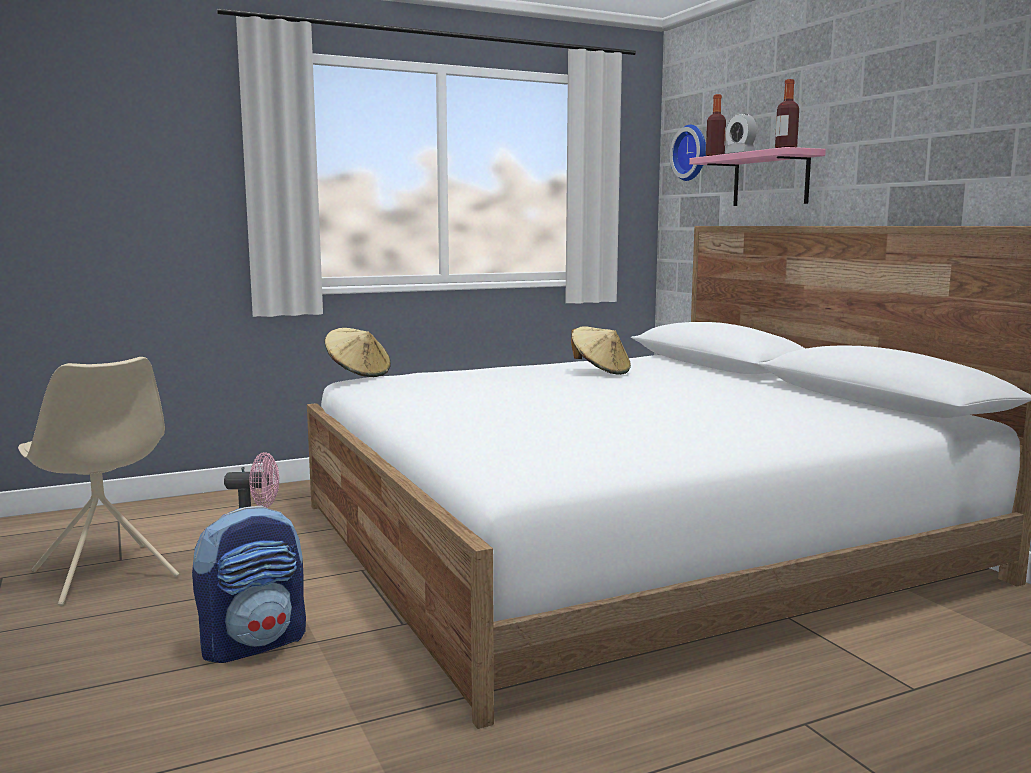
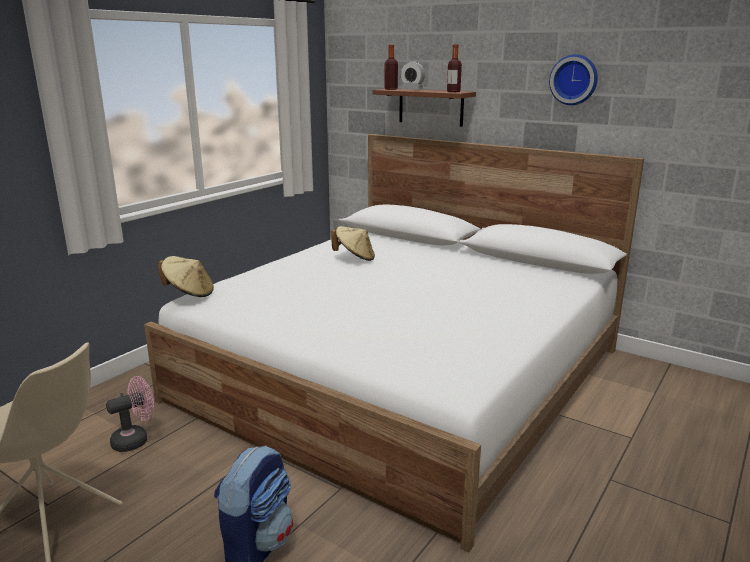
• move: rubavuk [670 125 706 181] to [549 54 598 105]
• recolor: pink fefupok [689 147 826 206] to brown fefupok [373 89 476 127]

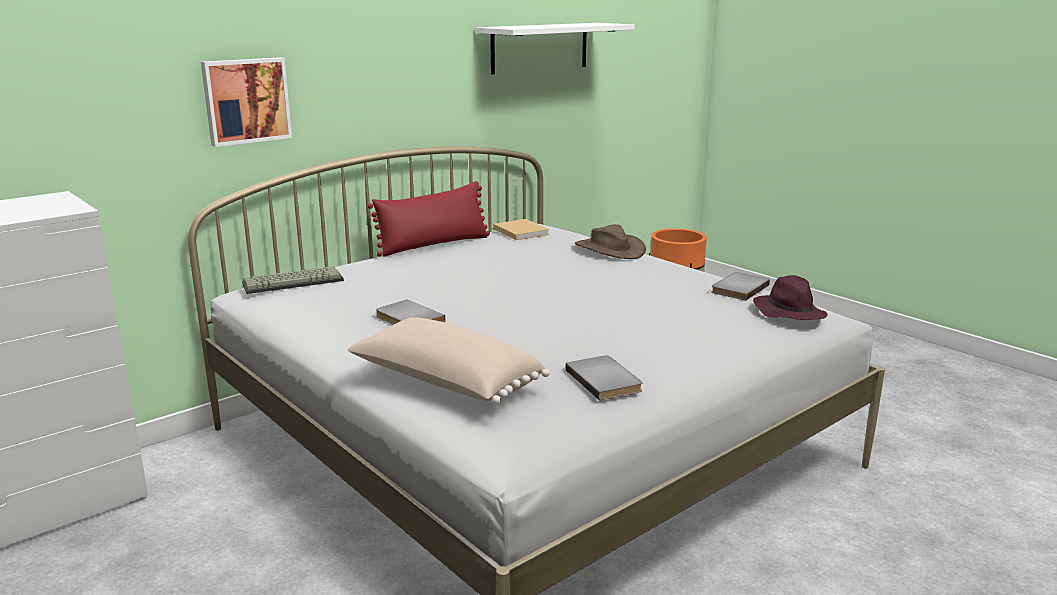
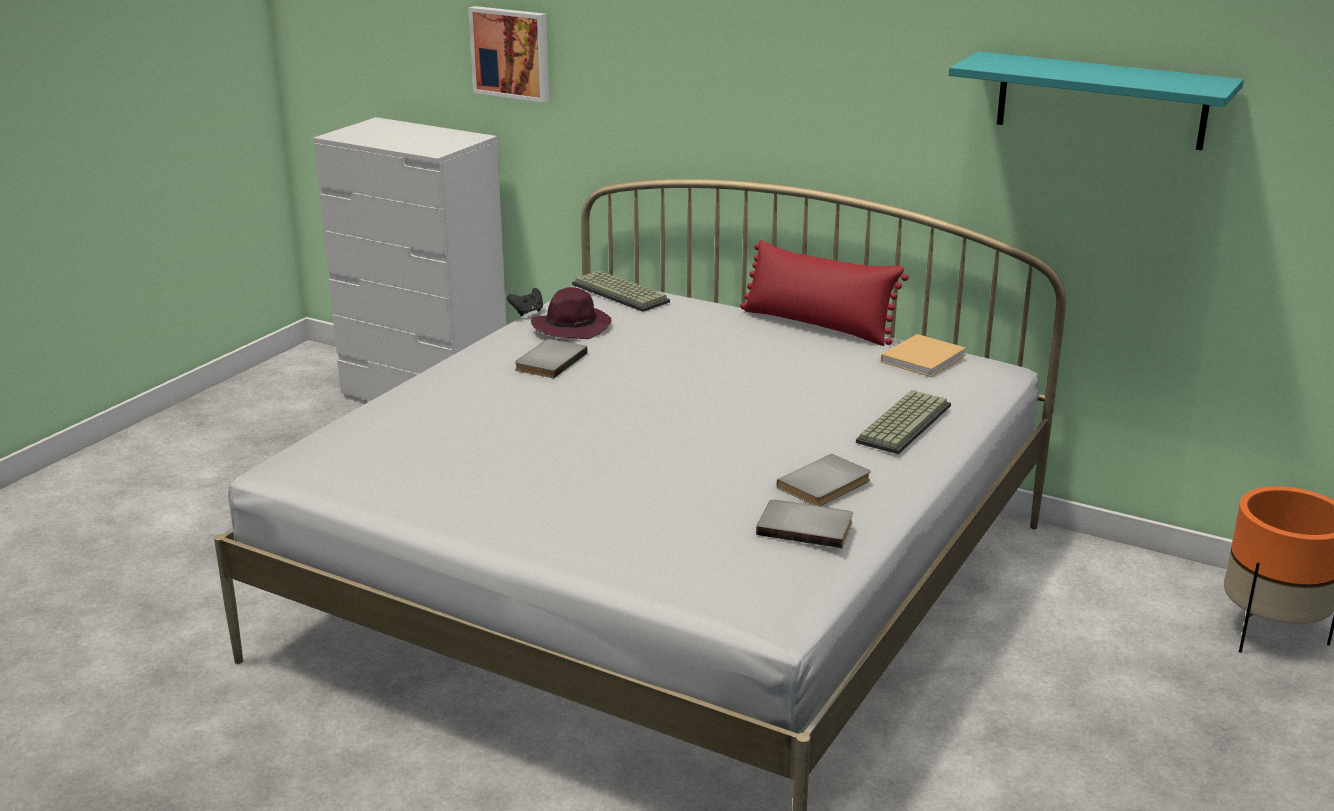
• move: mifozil [201 57 292 147] to [468 6 549 102]
• delete: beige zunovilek [347 317 550 404]
• recolor: white fefupok [477 23 635 75] to turquoise fefupok [949 51 1244 150]
• move: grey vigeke [565 355 642 400] to [777 454 871 506]
• replace: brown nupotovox [575 224 646 259] to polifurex [856 390 951 454]
• move: purple nupotovox [753 275 828 320] to [531 287 612 339]
• insert: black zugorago [507 288 543 316]

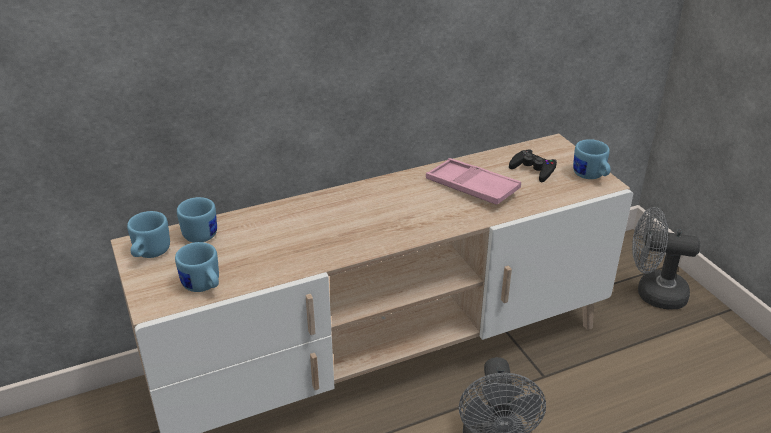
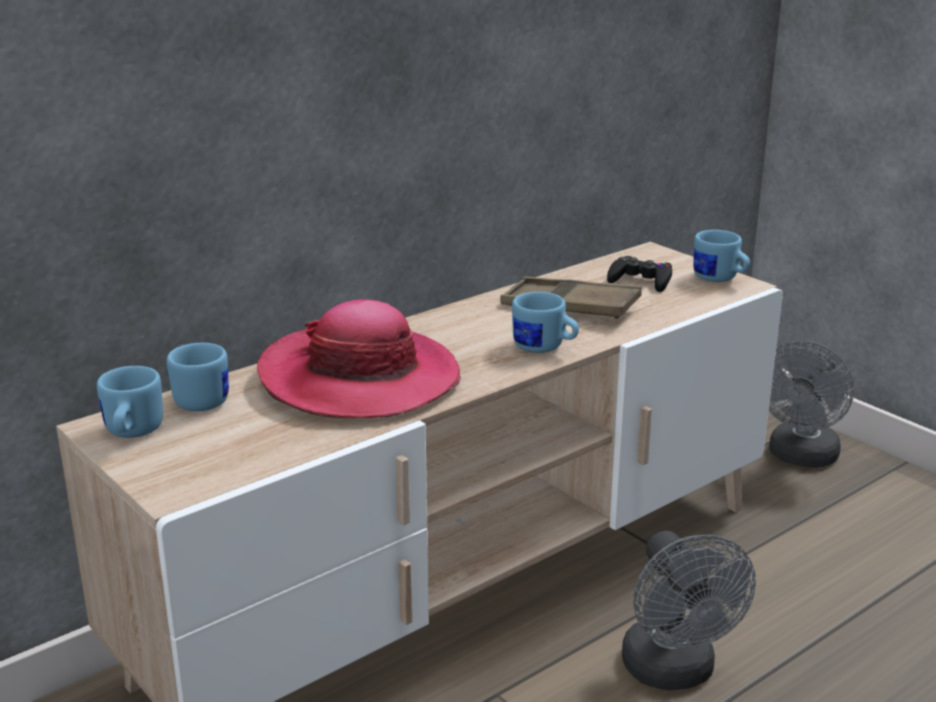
• move: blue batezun [175 242 219 292] to [512 292 579 353]
• recolor: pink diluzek [426 158 521 205] to brown diluzek [501 277 642 319]
• rotate: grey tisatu [632 207 700 309] = [769 341 854 468] 60 degrees counterclockwise
• insert: nupotovox [257 299 461 418]

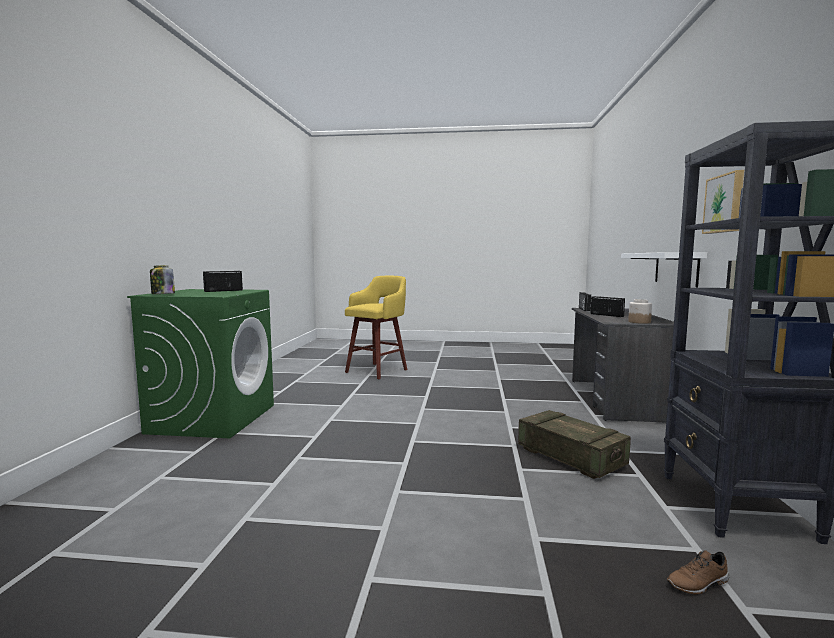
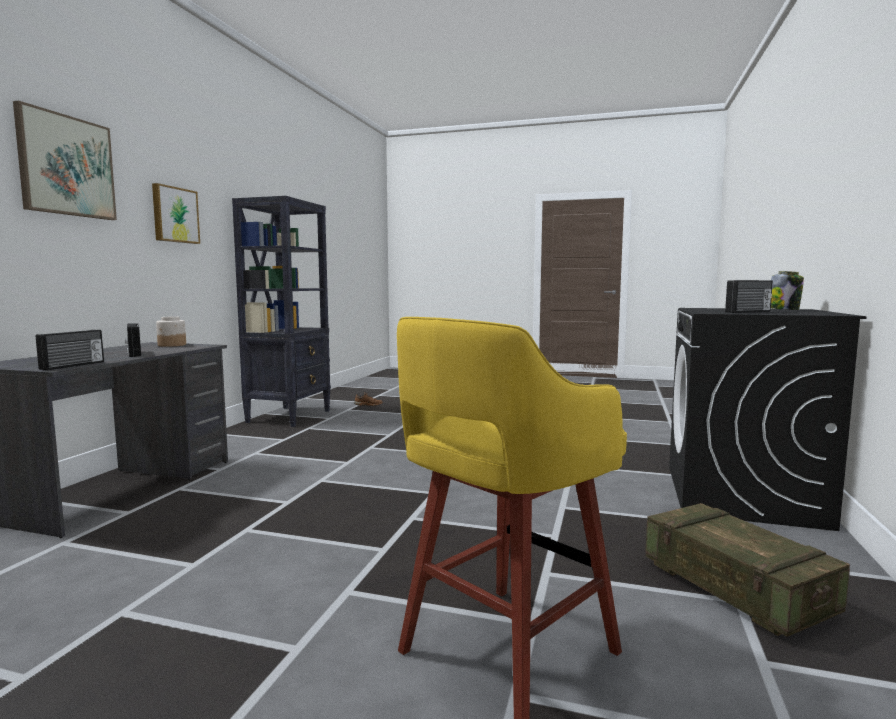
• recolor: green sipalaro [127 289 274 438] to black sipalaro [669 308 867 531]
• move: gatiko [518 410 631 479] to [645 503 850 637]
• delete: white fefupok [621 252 707 287]
• insert: mifozil [13 101 117 220]

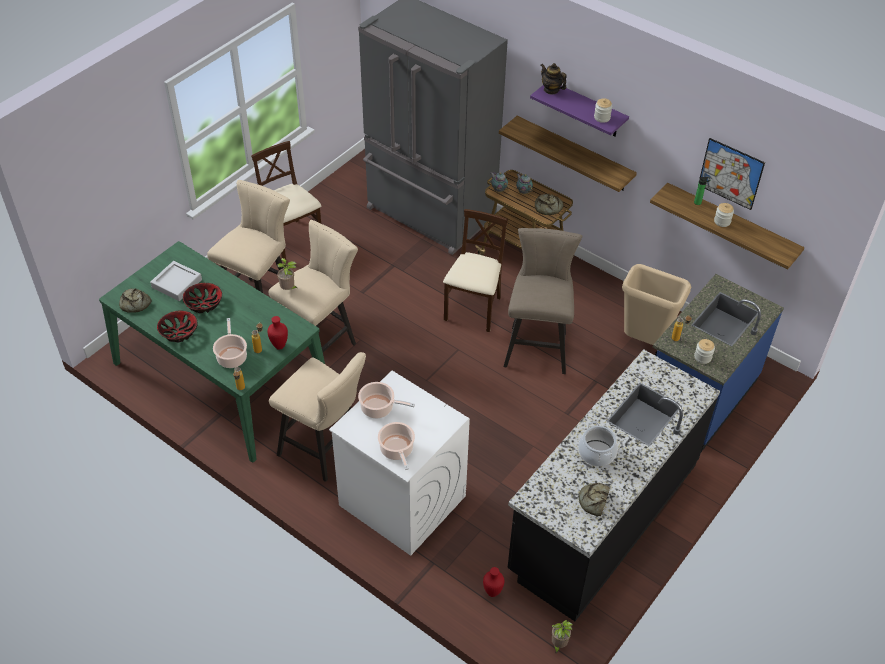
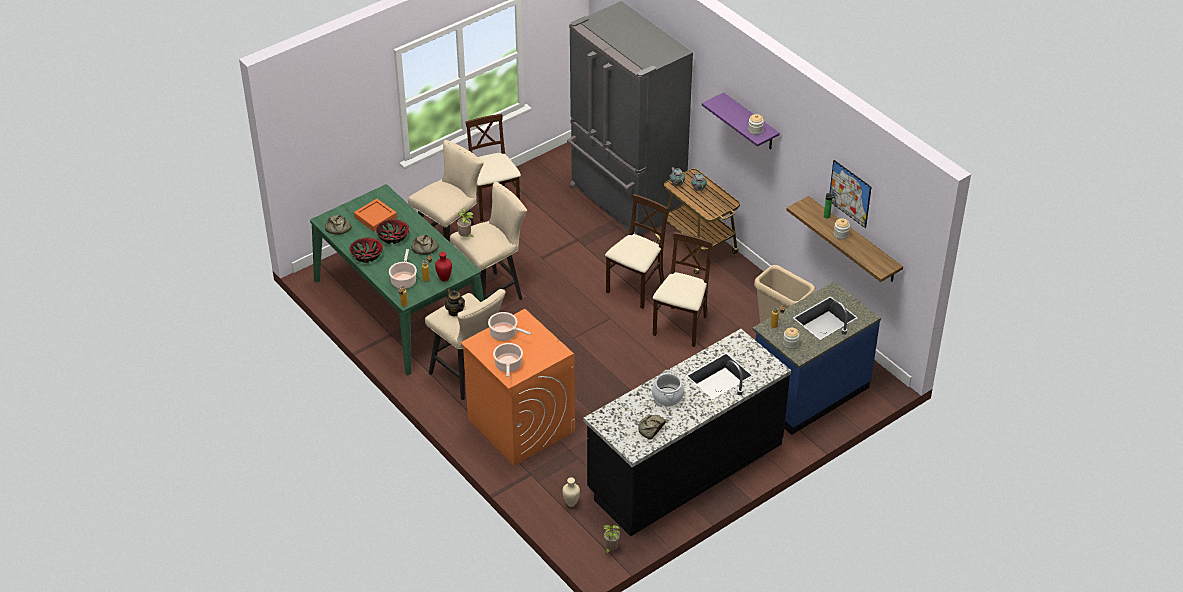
• recolor: grey diluzek [150 261 202 301] to orange diluzek [354 199 397 231]
• recolor: white sipalaro [329 371 470 556] to orange sipalaro [461 309 575 466]
• recolor: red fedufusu [483 567 504 597] to beige fedufusu [562 478 580 507]
• delete: fefupok [499 116 637 192]
• replace: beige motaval [504 228 582 374] to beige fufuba [653 232 713 347]
• move: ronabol [535 194 563 215] to [412 235 439 255]
• move: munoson [541 63 567 95] to [445 288 465 316]

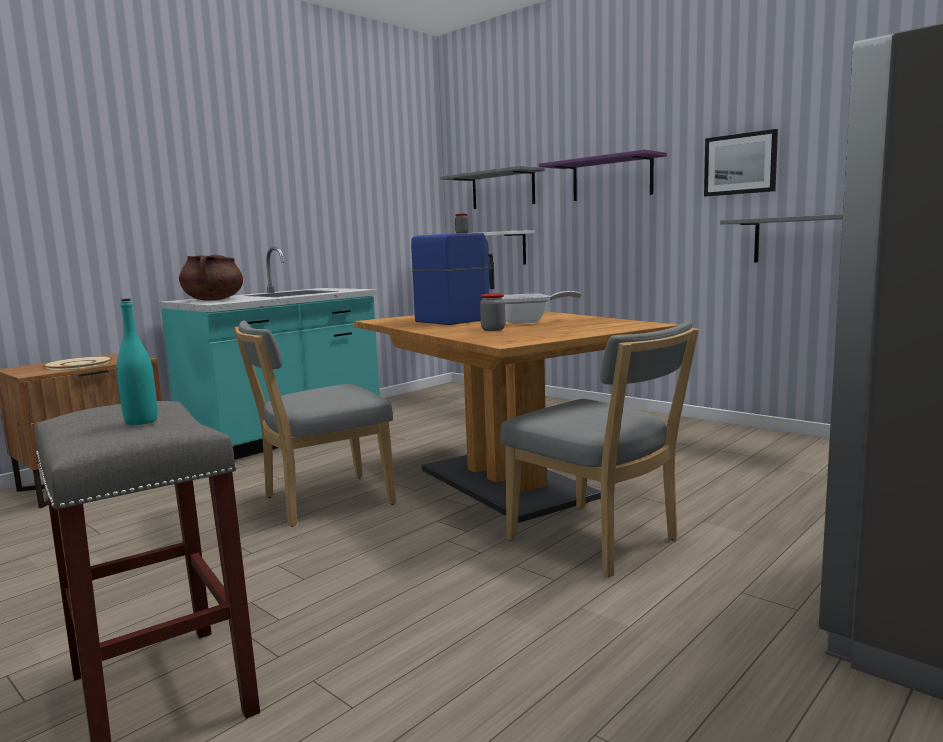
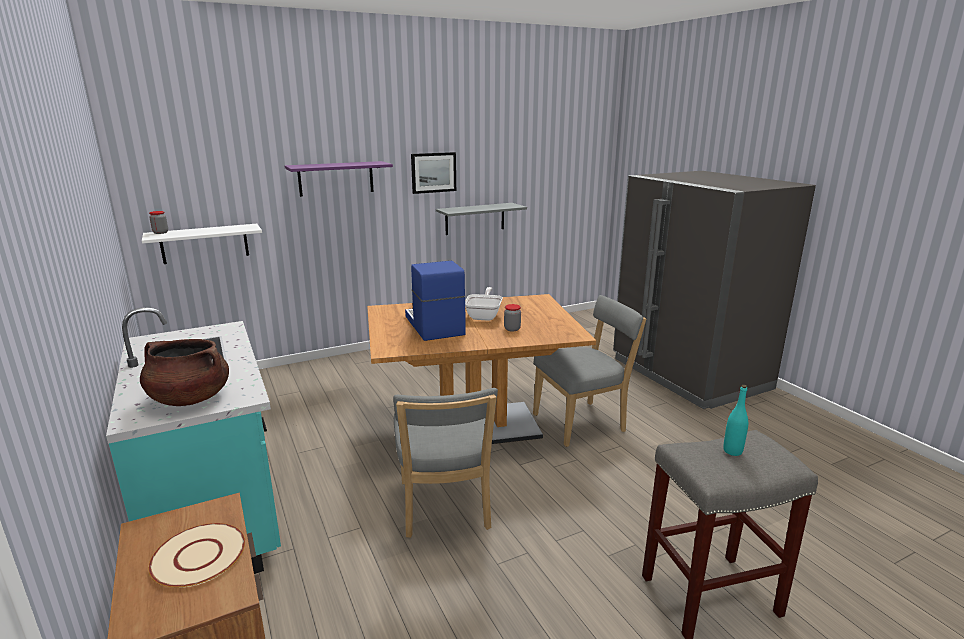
• delete: grey fefupok [440 166 545 209]

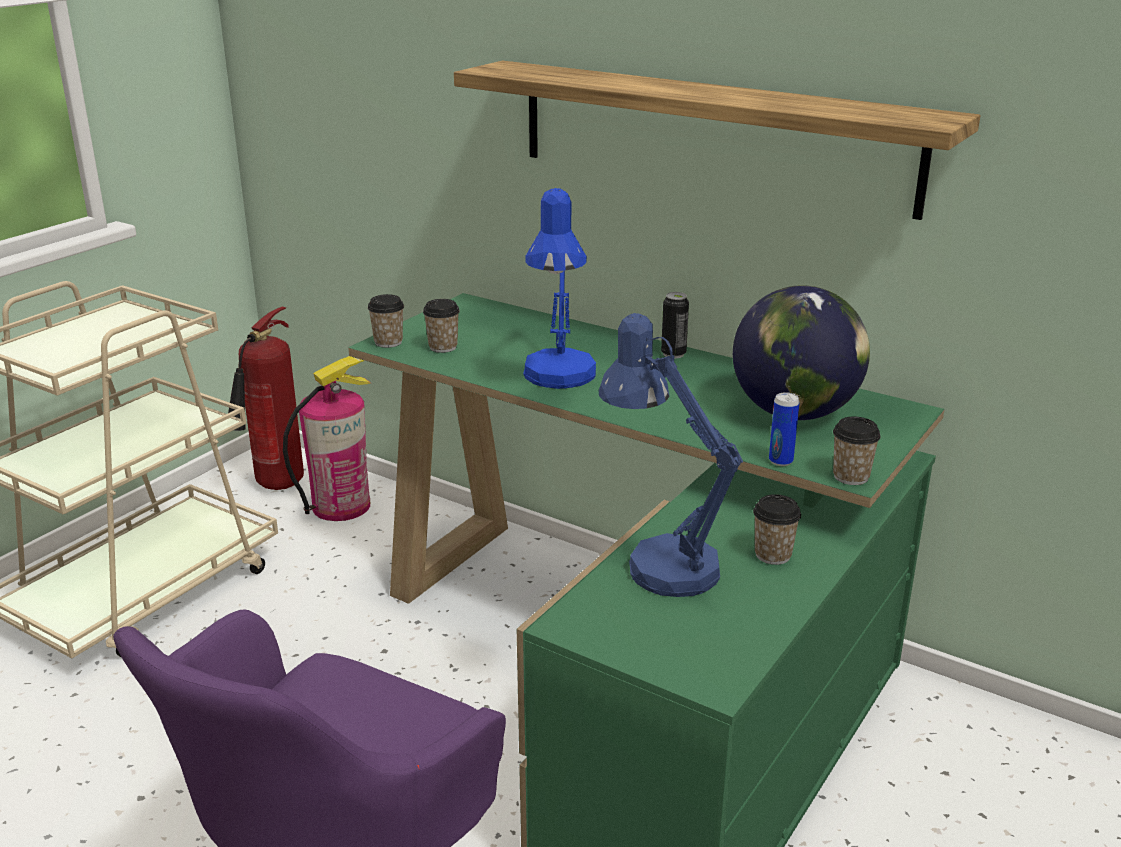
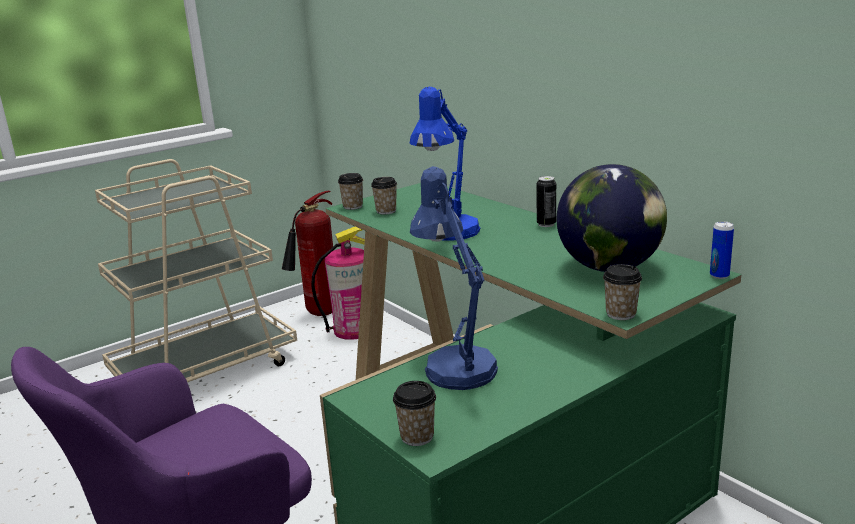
• delete: fefupok [454 61 980 220]
• move: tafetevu [753 494 801 565] to [393 381 436 446]
• move: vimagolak [769 392 800 466] to [710 221 734 279]

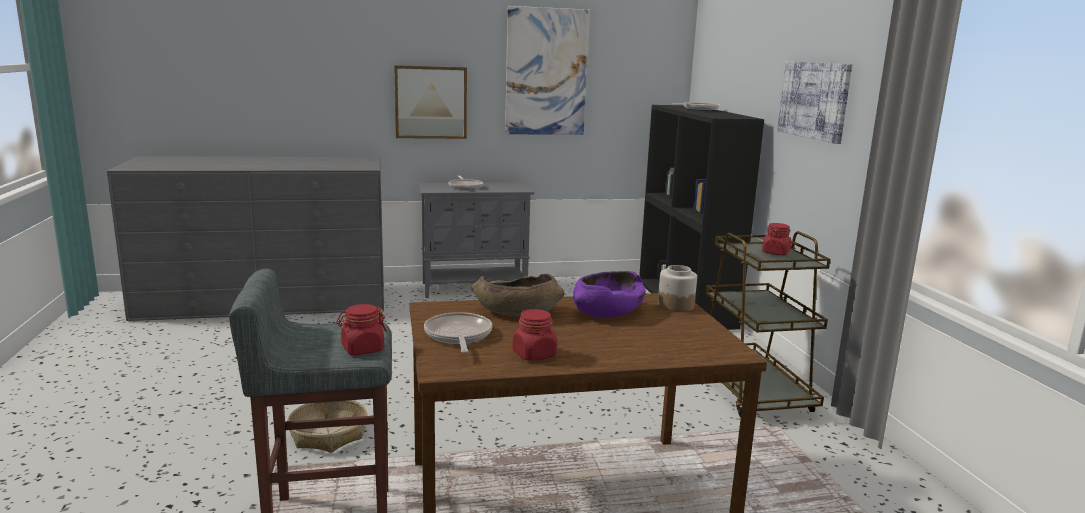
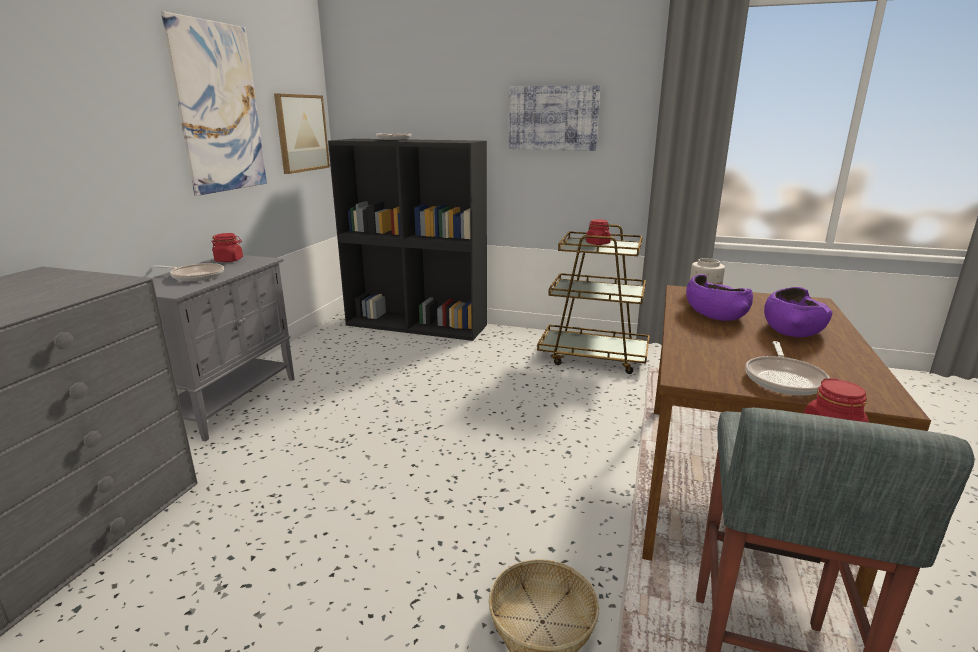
• move: mifozil [394 65 467 139] to [274 93 330 174]
• rotate: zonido [424 312 492 353] = [745 341 830 396] 90 degrees counterclockwise
• delete: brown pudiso [472 273 564 317]
• move: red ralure [513 309 557 361] to [211 233 243 262]
• insert: purple pudiso [764 287 832 337]

